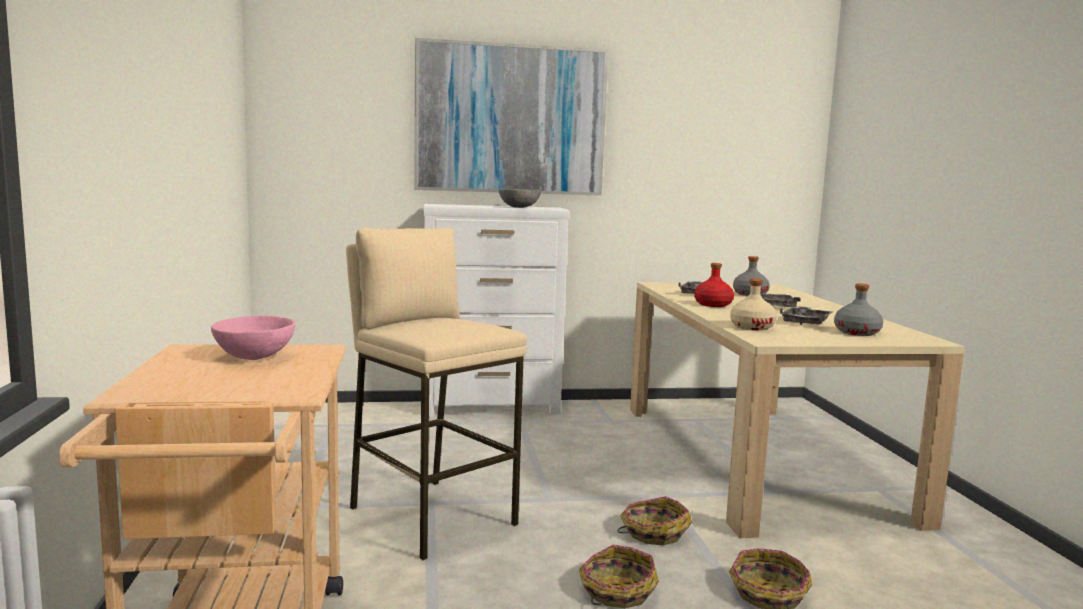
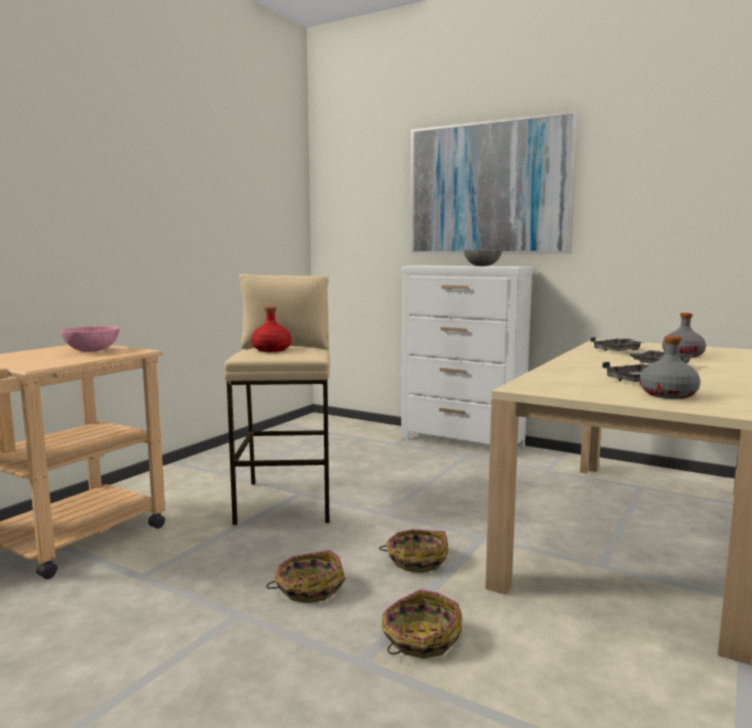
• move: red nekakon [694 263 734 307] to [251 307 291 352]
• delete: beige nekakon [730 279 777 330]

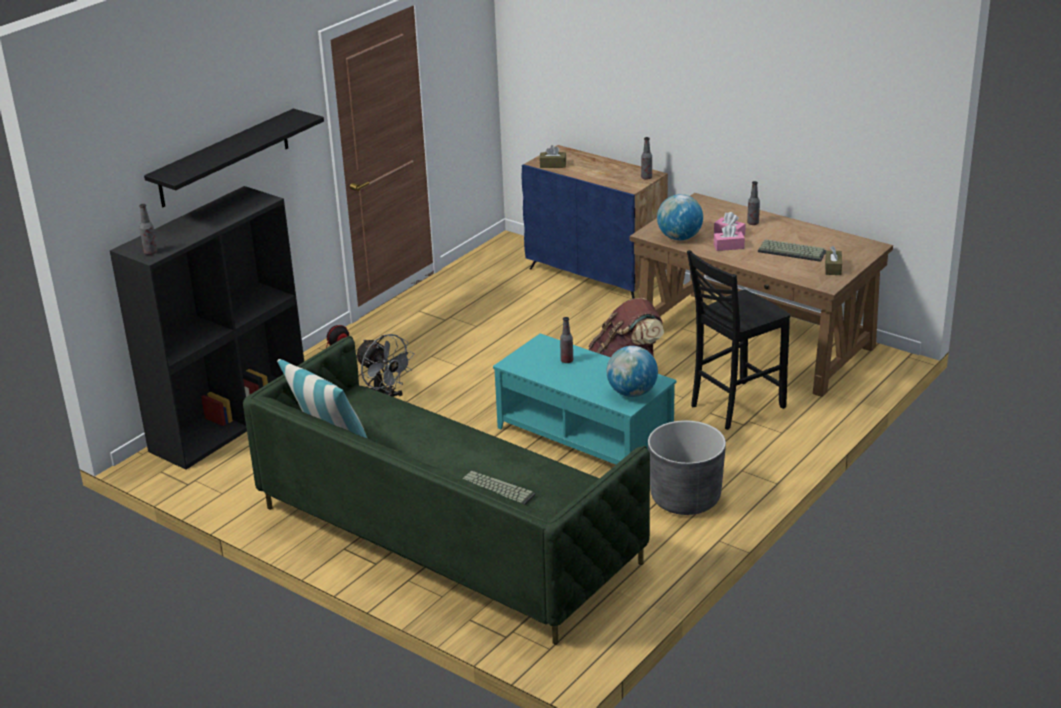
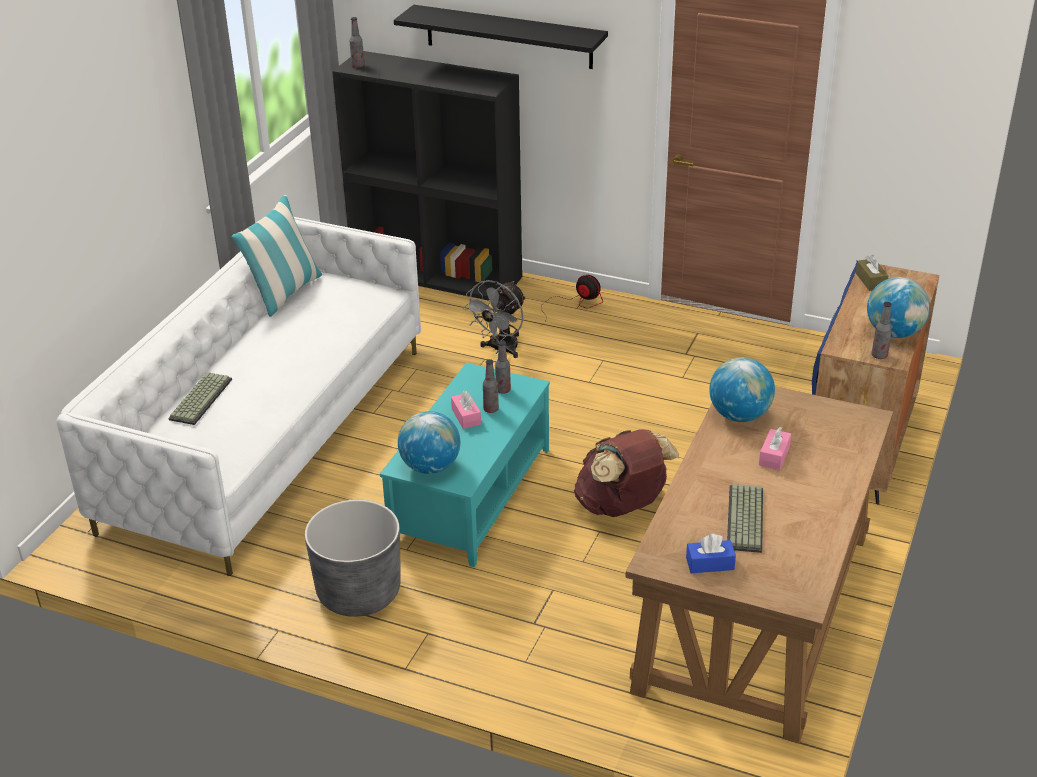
• recolor: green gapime [243 336 650 645] to white gapime [57 217 421 576]
• delete: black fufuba [687 250 790 430]
• move: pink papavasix [714 224 745 251] to [451 390 481 429]
• move: nekakon [747 181 760 225] to [495 341 511 394]
• recolor: brown papavasix [825 246 842 275] to blue papavasix [686 534 736 573]
• insert: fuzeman [867 277 930 338]

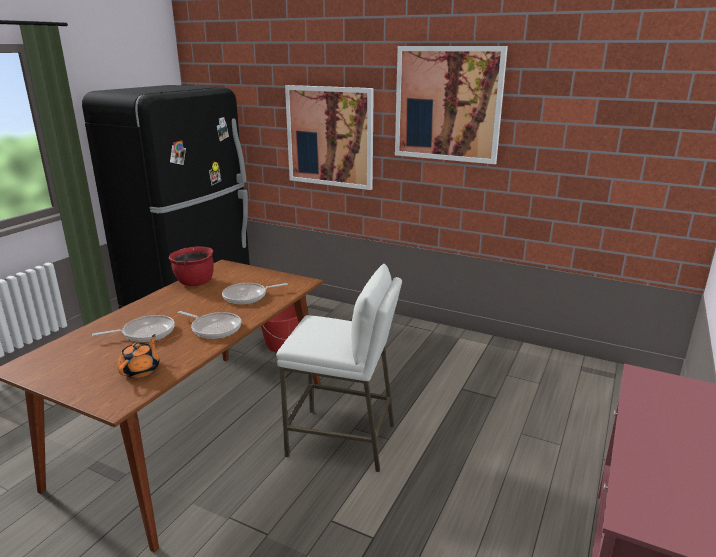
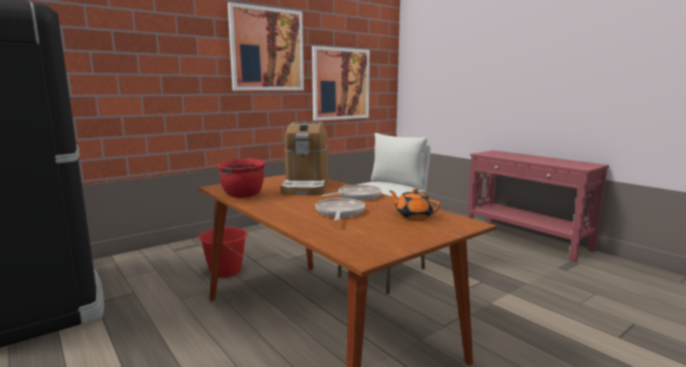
• replace: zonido [222 283 288 304] to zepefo [281 121 328 195]
• move: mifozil [285 85 374 190] to [312 46 370 121]

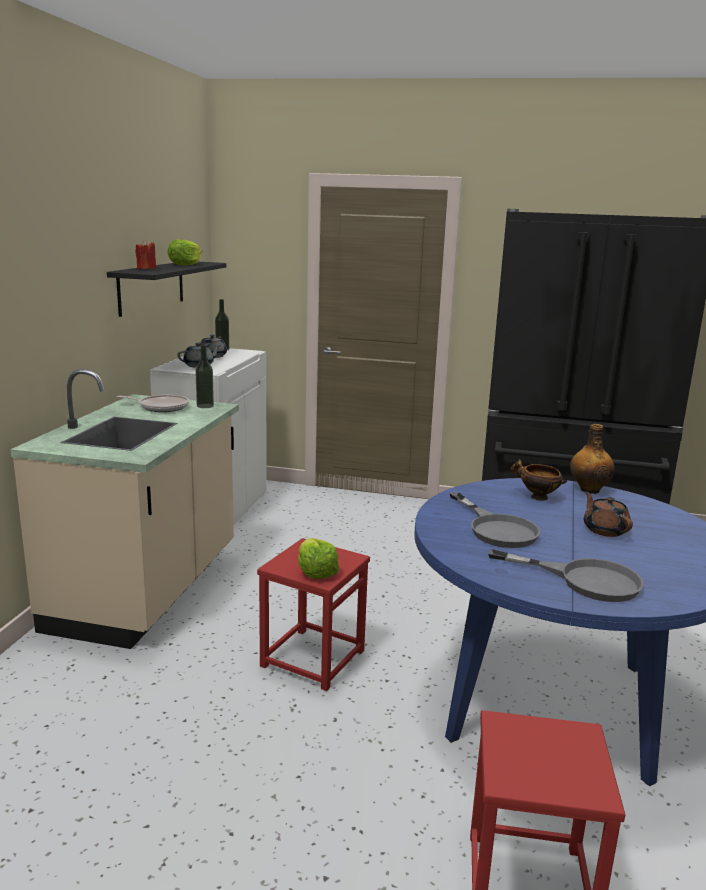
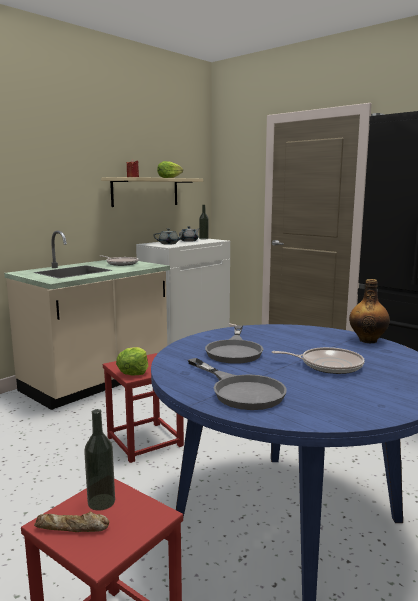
• recolor: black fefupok [107 262 226 317] to beige fefupok [101 177 203 207]
• move: nekakon [195 345 214 408] to [84 409 115 511]
• delete: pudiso [511 459 567 501]
• replace: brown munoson [584 491 633 537] to zonido [272 347 364 374]
• insert: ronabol [34 511 110 532]

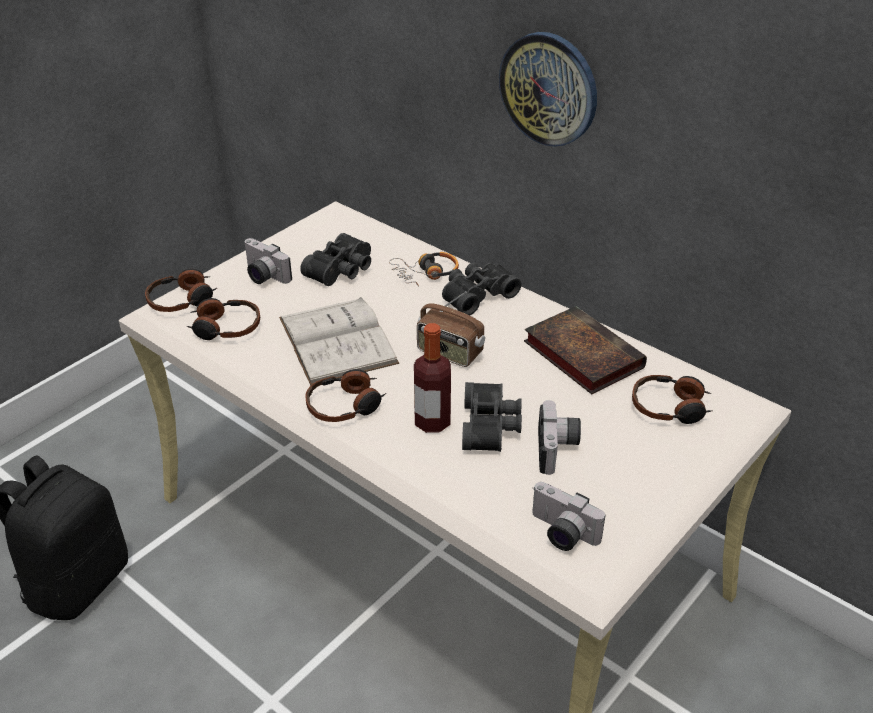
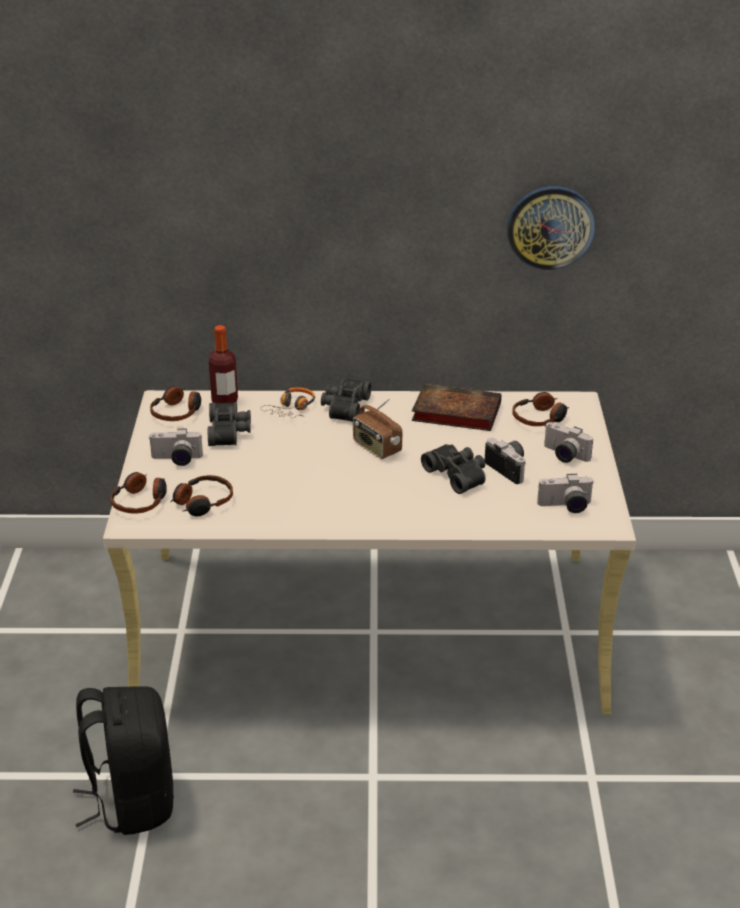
• delete: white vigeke [279 297 399 386]
• move: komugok [305 369 386 422] to [150 386 201 421]
• move: nekakon [414 323 451 433] to [209 325 238 403]
• rotate: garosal [417 291 485 367] = [353 398 402 459] 60 degrees clockwise
• move: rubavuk [499 32 597 147] to [507 186 596 270]
• insert: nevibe [544 422 593 463]

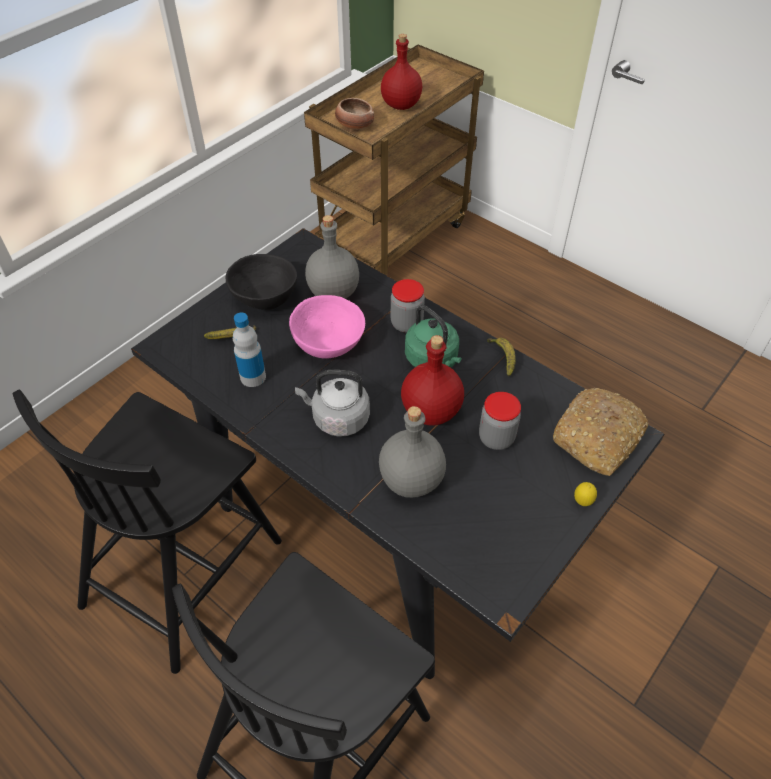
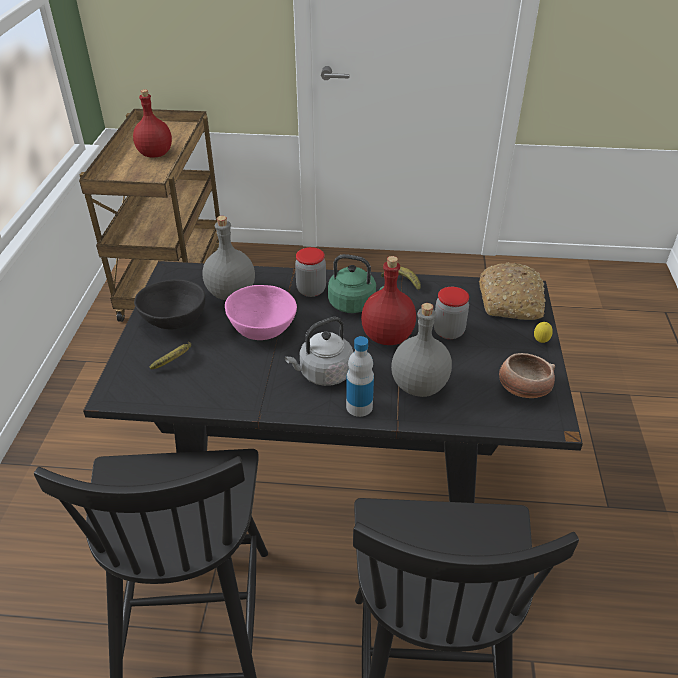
• move: nekakon [233 313 266 387] to [346 336 374 417]
• move: pudiso [335 98 374 130] to [499 353 555 398]

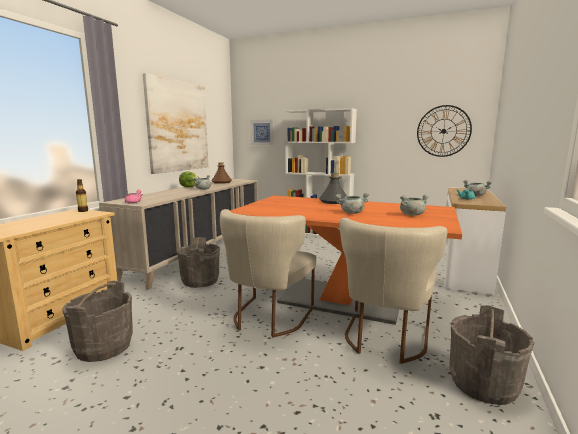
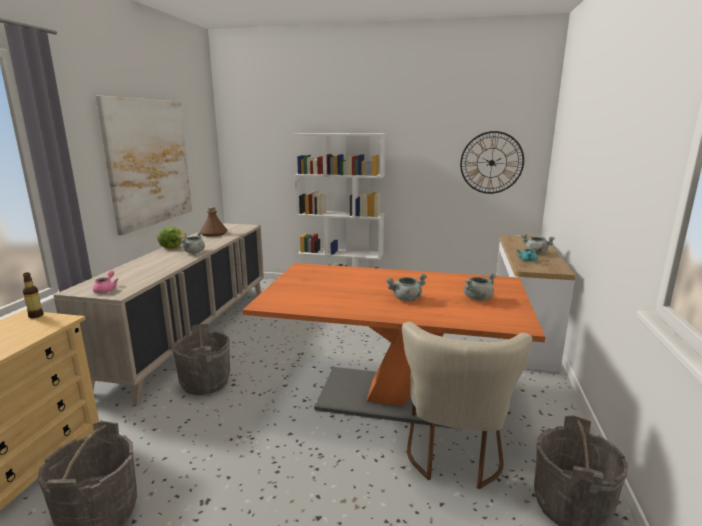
• delete: beige fufuba [220 209 316 338]
• delete: mifozil [250 120 274 145]
• delete: grey nekakon [319 173 347 204]

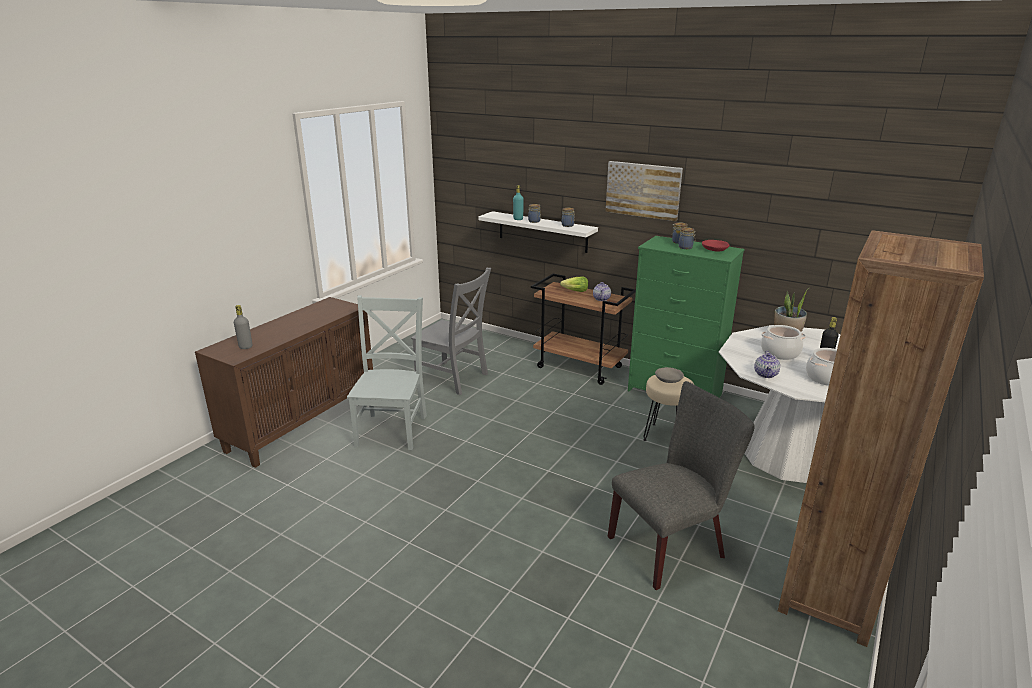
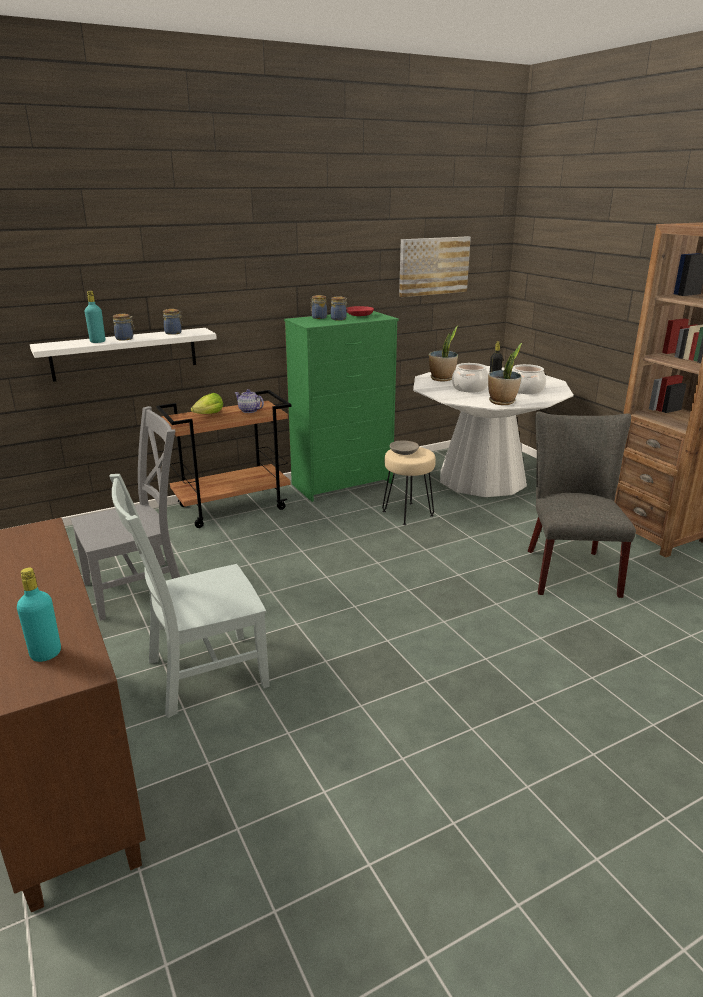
• recolor: grey nekakon [234 305 253 349] to turquoise nekakon [17 568 61 662]
• rotate: grey fufuba [347 295 427 450] = [109 474 270 718] 60 degrees counterclockwise
• move: mifozil [606 161 683 221] to [399 236 471 297]
• replace: munoson [754 351 780 378] to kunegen [488 343 522 405]

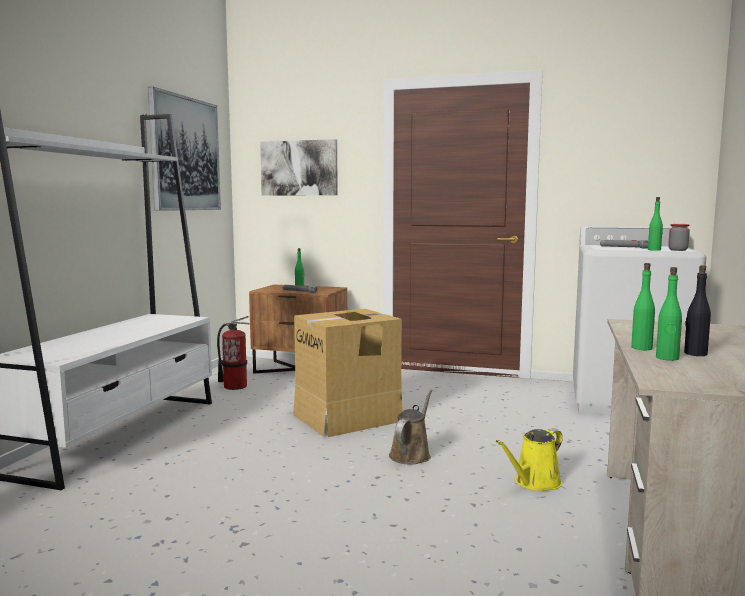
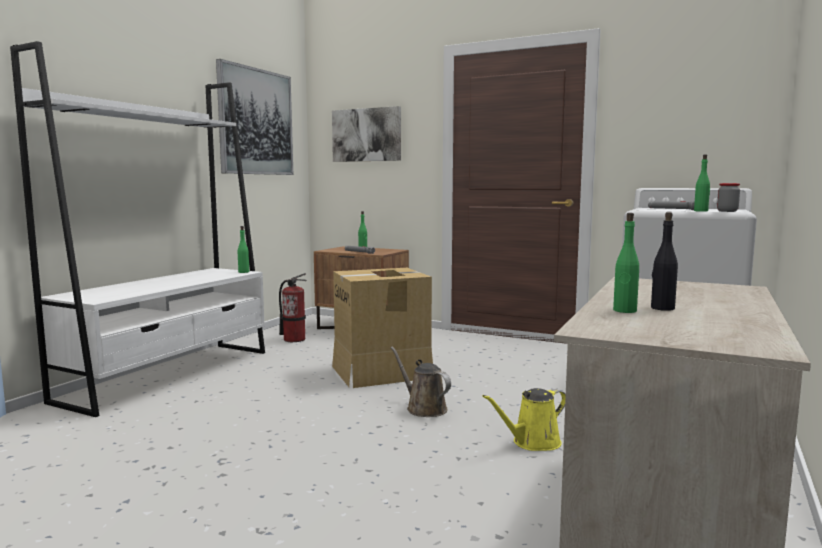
• rotate: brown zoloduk [389 389 433 464] = [391 347 451 417] 75 degrees counterclockwise
• move: green nekakon [631 263 655 350] to [238 226 249 273]

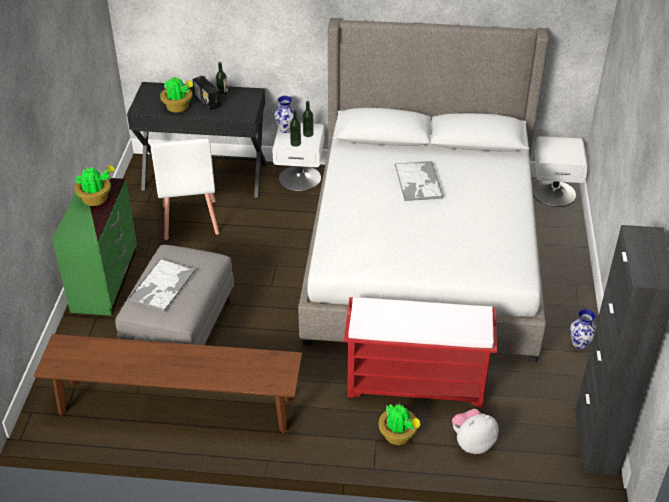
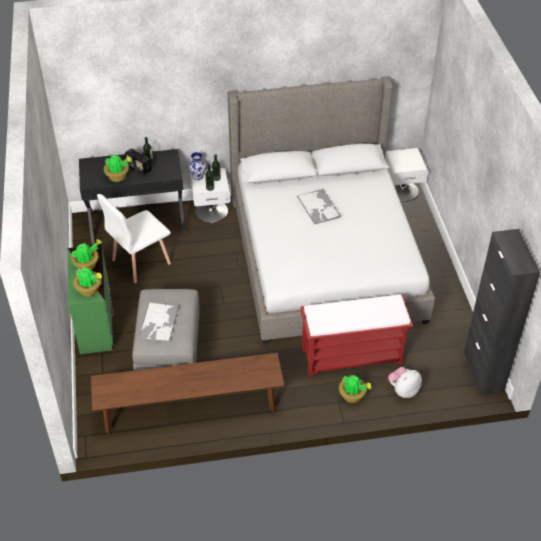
• rotate: white fufuba [151 139 219 240] = [97 194 171 283] 75 degrees clockwise
• delete: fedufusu [570 309 596 350]
• insert: kunegen [73 267 102 296]

